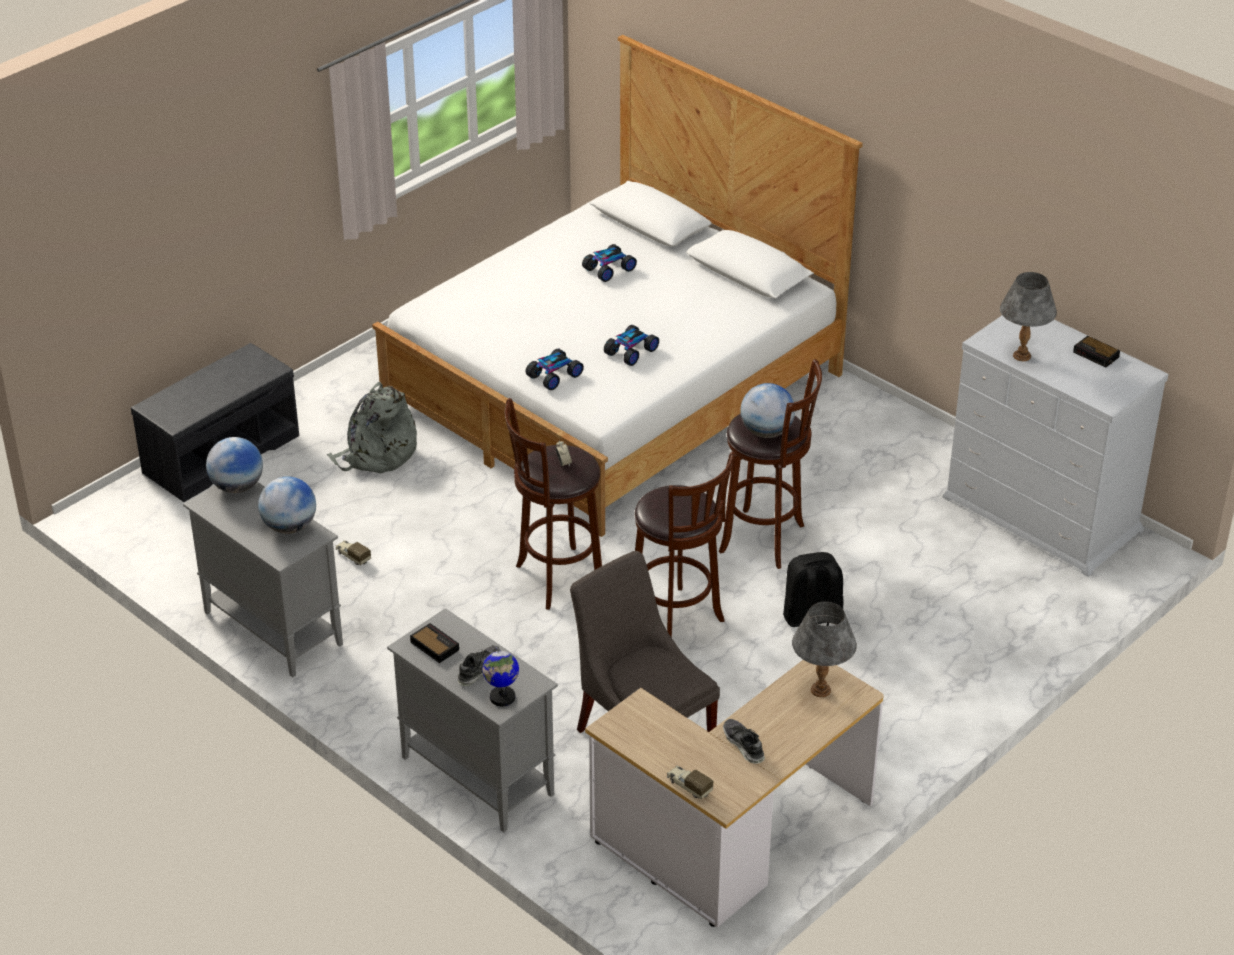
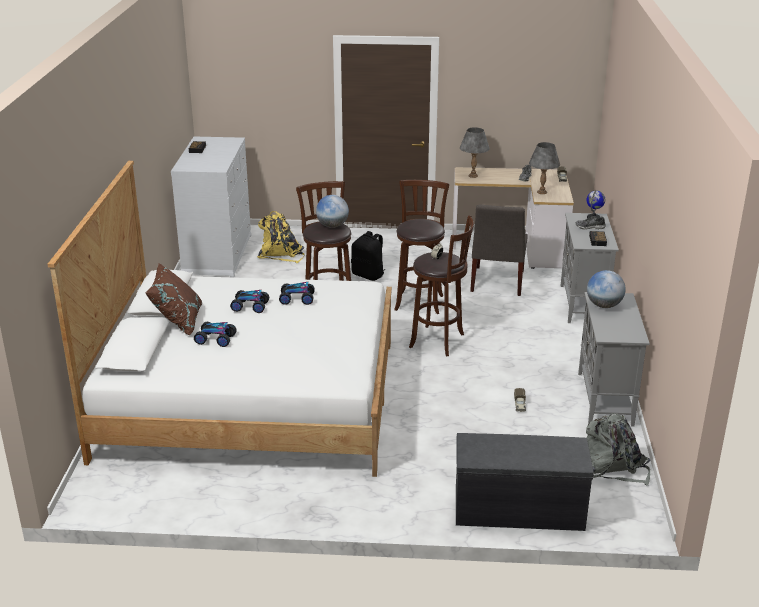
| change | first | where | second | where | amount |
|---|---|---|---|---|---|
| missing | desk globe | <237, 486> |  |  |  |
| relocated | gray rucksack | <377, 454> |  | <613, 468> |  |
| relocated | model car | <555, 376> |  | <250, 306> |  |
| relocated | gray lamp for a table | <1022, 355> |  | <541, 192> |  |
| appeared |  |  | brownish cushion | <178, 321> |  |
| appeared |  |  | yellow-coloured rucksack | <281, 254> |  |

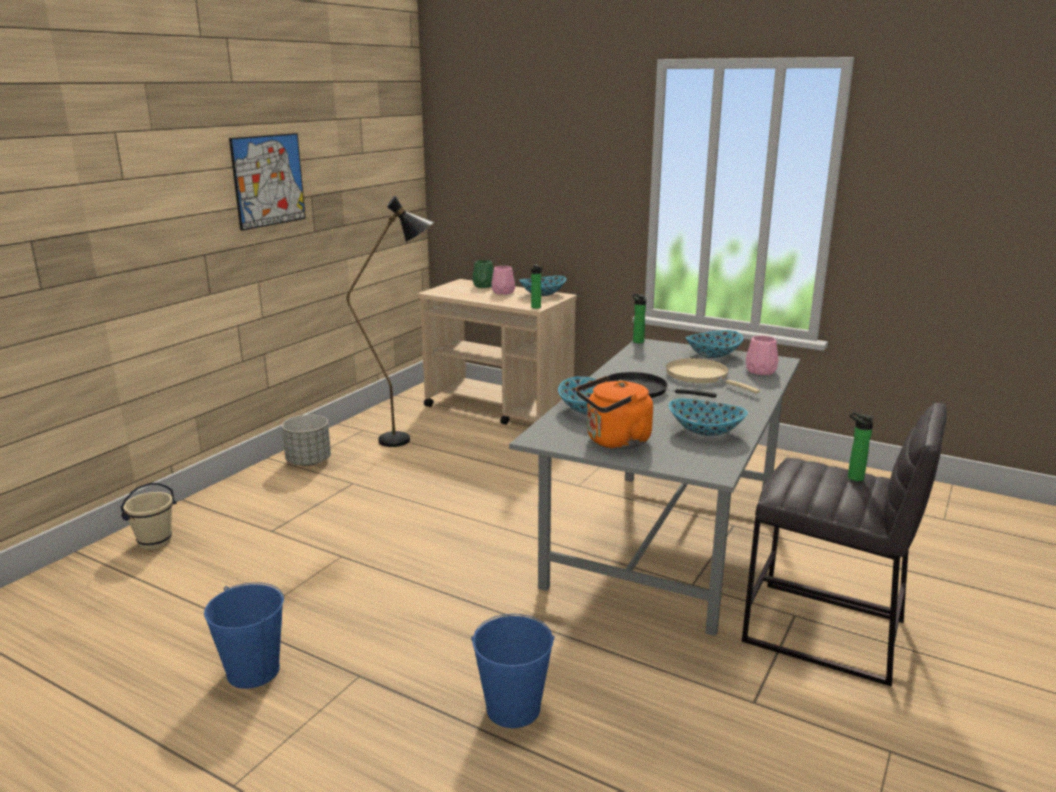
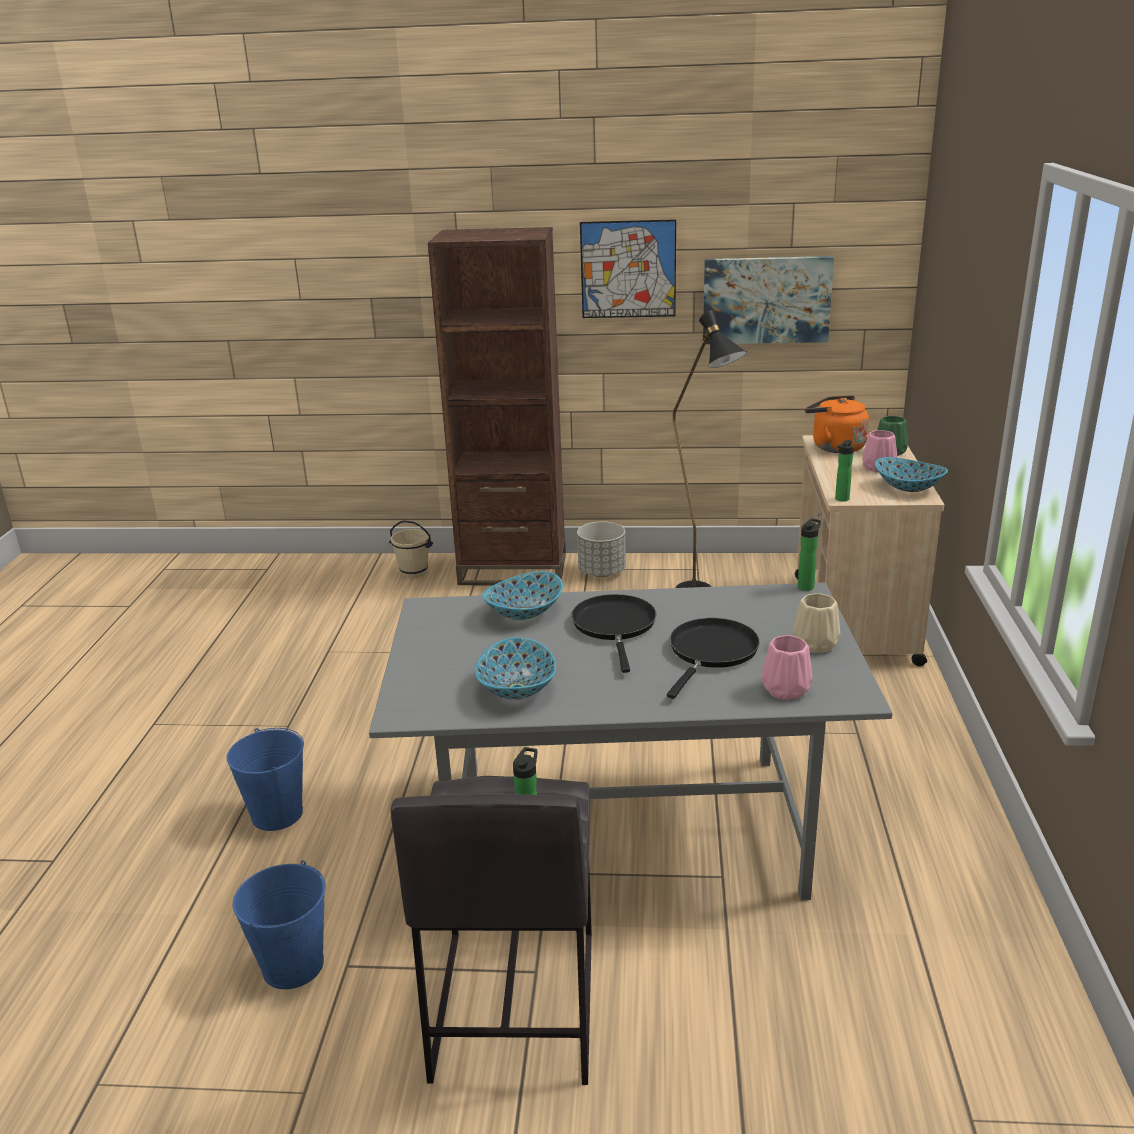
| change | first | where | second | where | amount |
|---|---|---|---|---|---|
| relocated | blue-coloured bucket | <253, 671> |  | <292, 965> |  |
| relocated | orange kettle | <614, 441> |  | <835, 447> |  |
| colour | sand-coloured frying pan | <700, 376> | black frying pan | <711, 652> |  |
| exchanged | serving bowl | <713, 355> | sand-coloured flower vase | <816, 645> |  |
| appeared |  |  | brownish bookcase | <513, 569> |  |
| appeared |  |  | wall picture | <766, 300> |  |

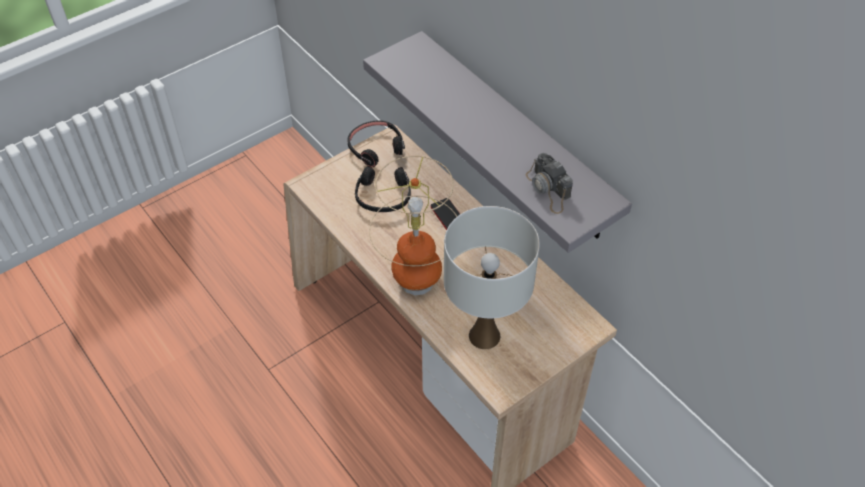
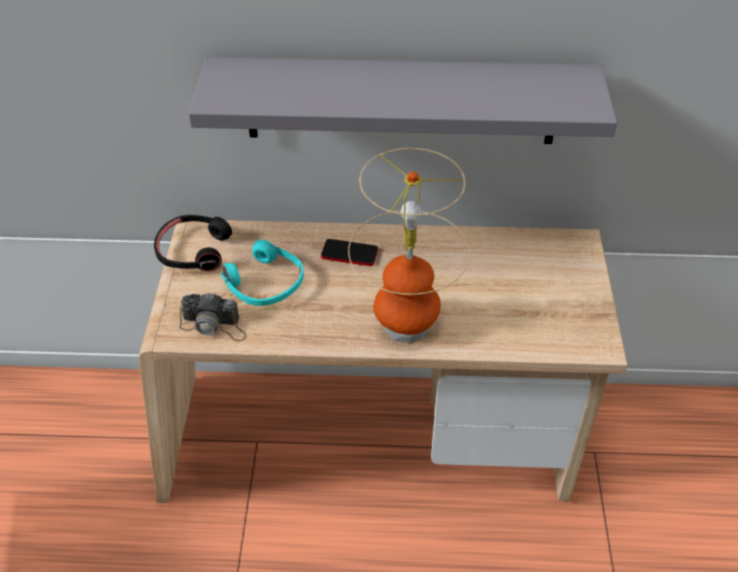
| change | first | where | second | where | amount |
|---|---|---|---|---|---|
| colour | black headphones | <383, 196> | turquoise-coloured headphones | <265, 283> |  |
| missing | white-coloured lamp for a table | <485, 336> |  |  |  |
| relocated | still camera | <548, 189> |  | <214, 326> |  |

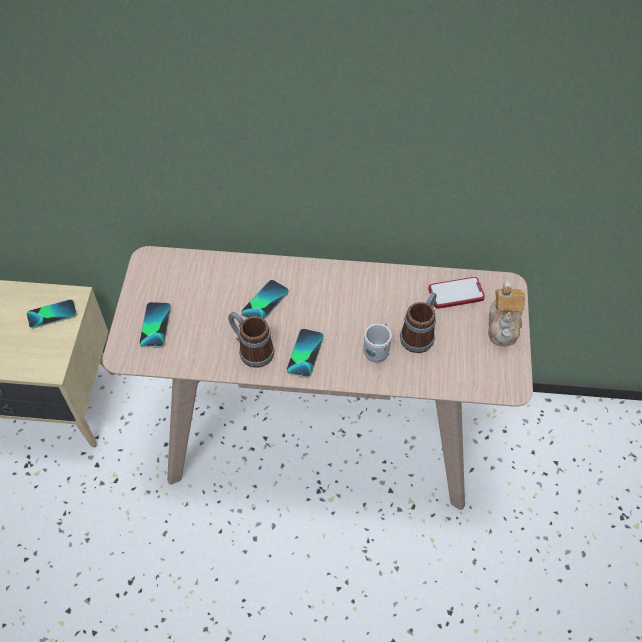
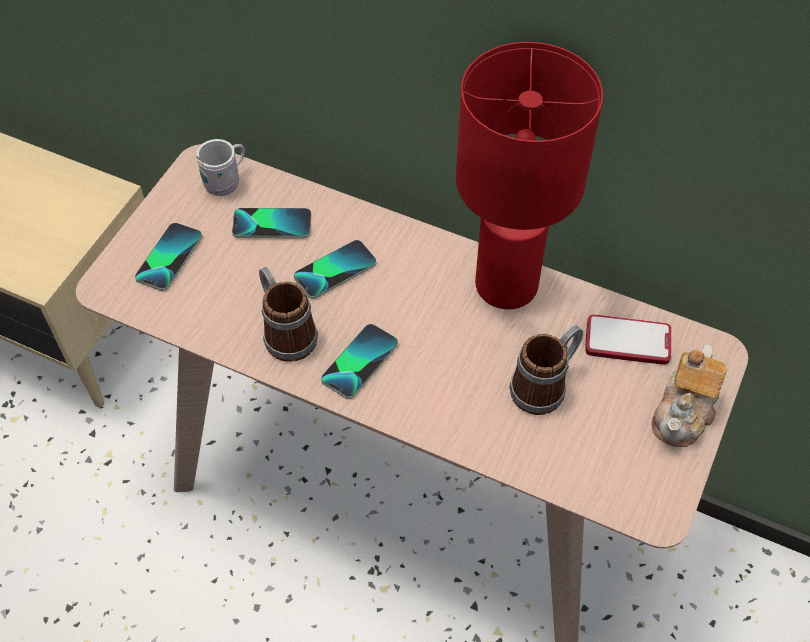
| change | first | where | second | where | amount |
|---|---|---|---|---|---|
| relocated | handset | <52, 314> |  | <272, 224> |  |
| relocated | white-coloured mug | <377, 350> |  | <226, 182> |  |
| appeared |  |  | red lamp for a table | <505, 286> |  |

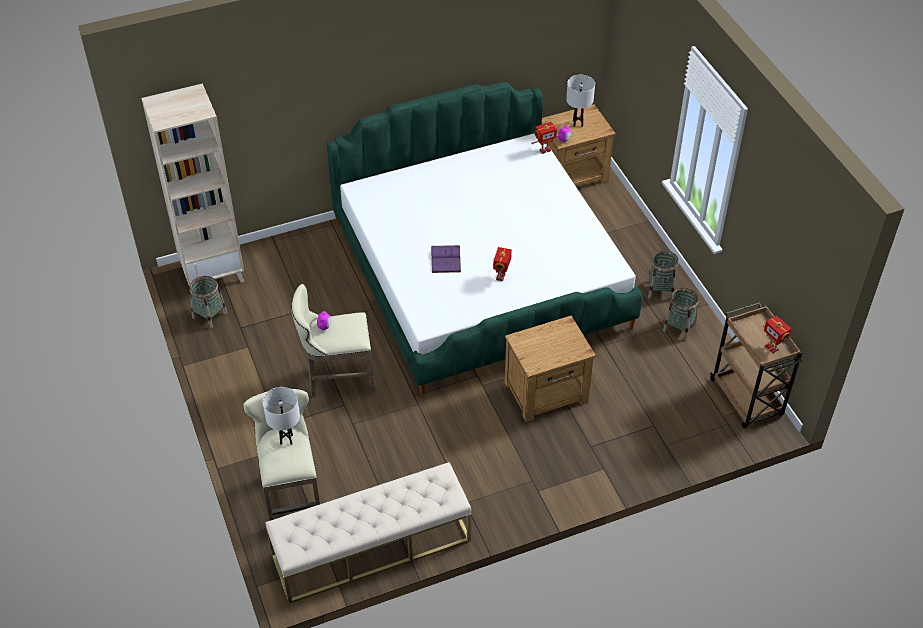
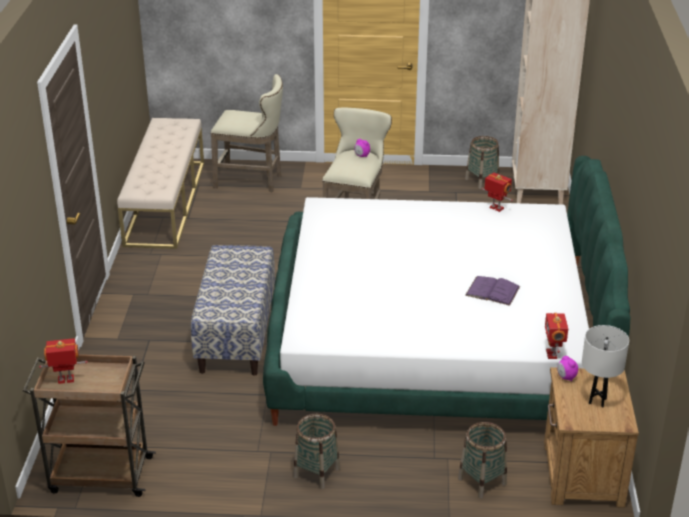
| change | first | where | second | where | amount |
|---|---|---|---|---|---|
| missing | white-coloured lamp for a table | <286, 439> |  |  |  |
| relocated | purplish book | <445, 259> |  | <492, 291> |  |
| relocated | robot figure | <501, 277> |  | <496, 208> |  |
| exchanged | brownish bedside table | <547, 392> | long seat | <237, 334> |  |
| relocated | household basket | <679, 327> |  | <482, 481> |  |

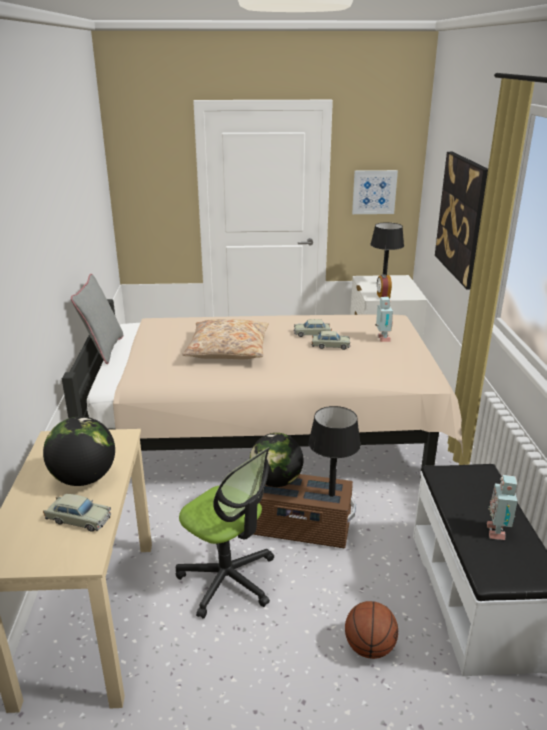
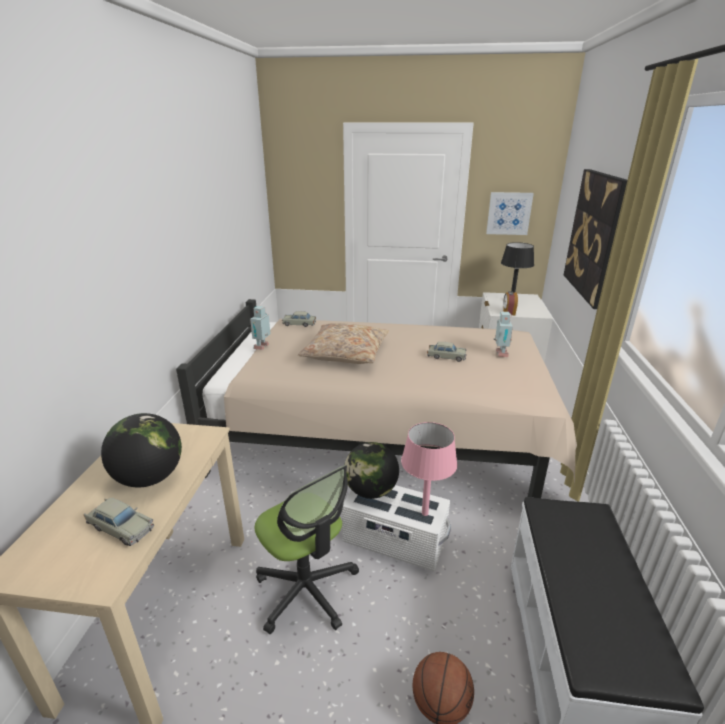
| change | first | where | second | where | amount |
|---|---|---|---|---|---|
| missing | gray cushion | <103, 349> |  |  |  |
| colour | brownish storage box | <301, 528> | white-coloured storage box | <394, 540> |  |
| relocated | sand-coloured model car | <312, 333> |  | <299, 324> |  |
| colour | black lamp for a table | <331, 494> | pink-coloured lamp for a table | <425, 513> |  |
| relocated | robot figure | <497, 531> |  | <263, 347> |  |

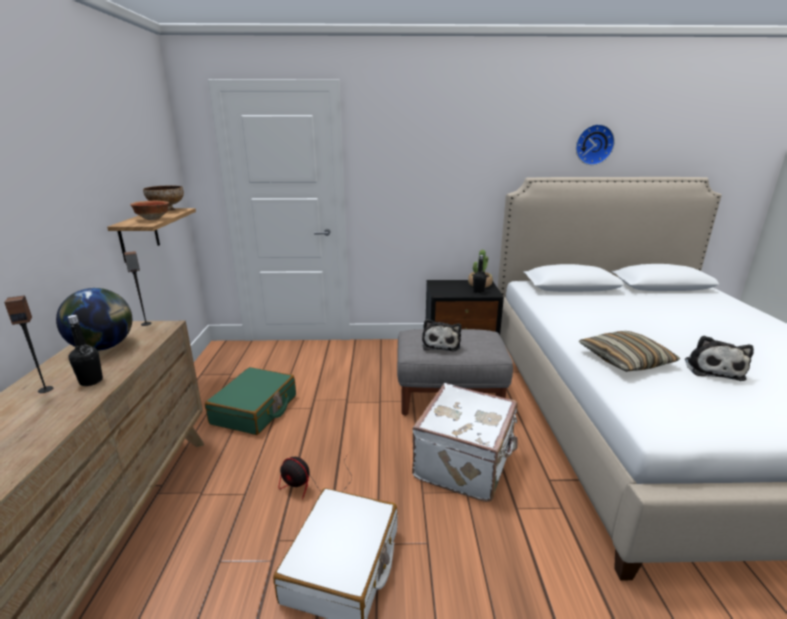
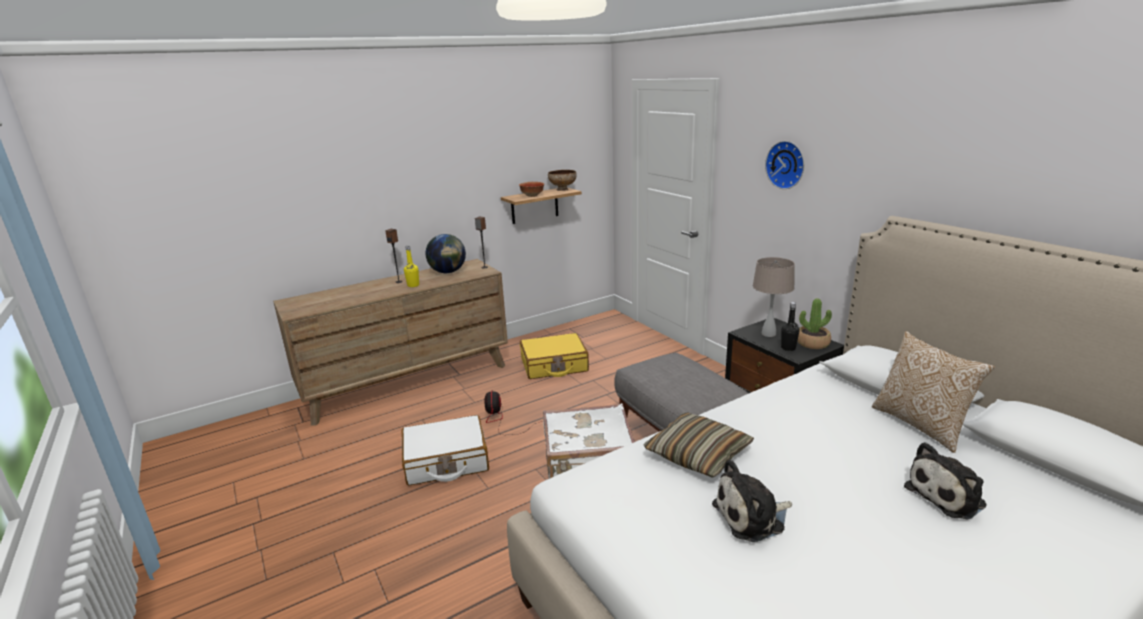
| change | first | where | second | where | amount |
|---|---|---|---|---|---|
| colour | black drink bottle | <91, 381> | yellow-coloured drink bottle | <413, 285> |  |
| colour | green suitcase | <255, 410> | yellow-coloured suitcase | <554, 365> |  |
| relocated | soft toy | <441, 344> |  | <948, 495> |  |
| relocated | hanging clock | <593, 144> |  | <787, 164> |  |
| appeared |  |  | sand-coloured lamp for a table | <768, 334> |  |
| appeared |  |  | cushion | <921, 424> |  |

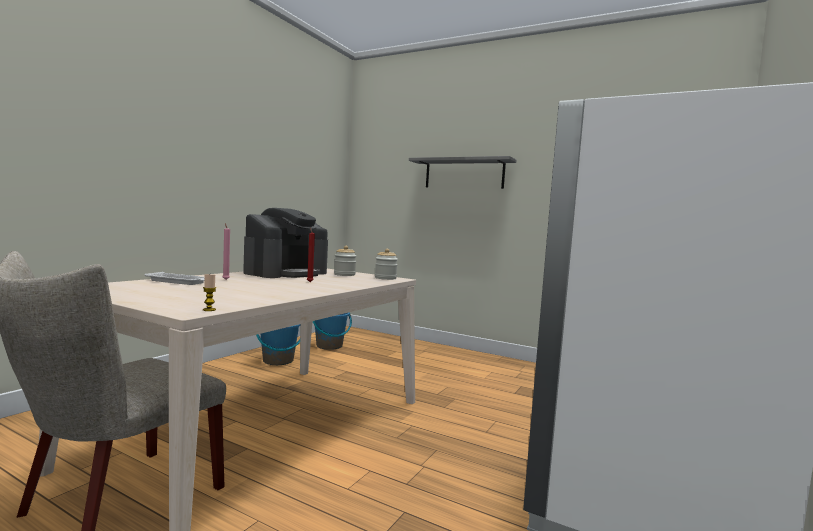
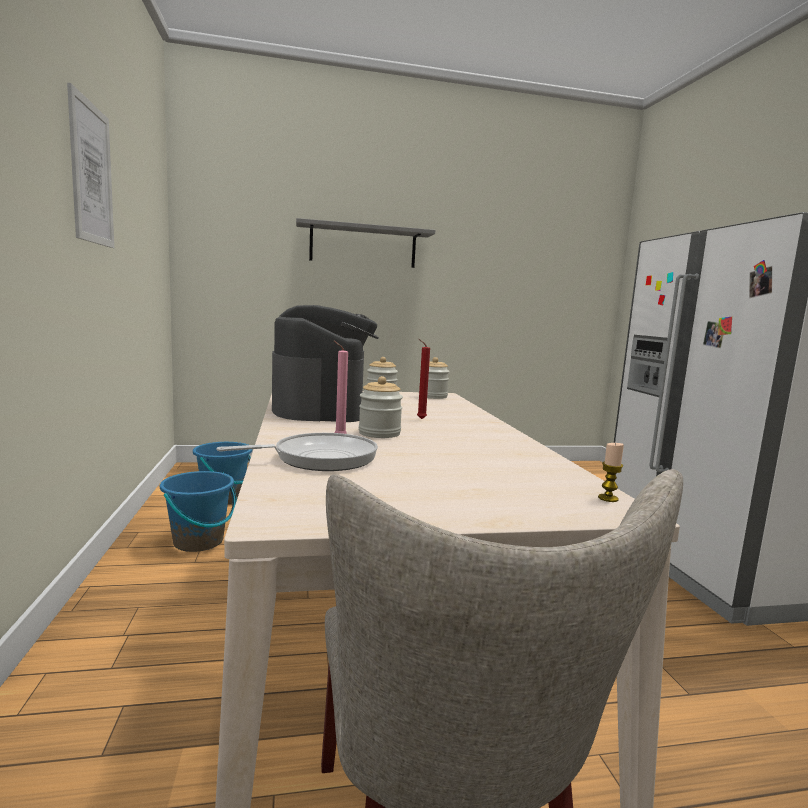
| change | first | where | second | where | amount |
|---|---|---|---|---|---|
| exchanged | white-coloured tray | <178, 282> | frying pan | <319, 458> |  |
| appeared |  |  | wall picture | <91, 174> |  |
| appeared |  |  | jar | <379, 433> |  |

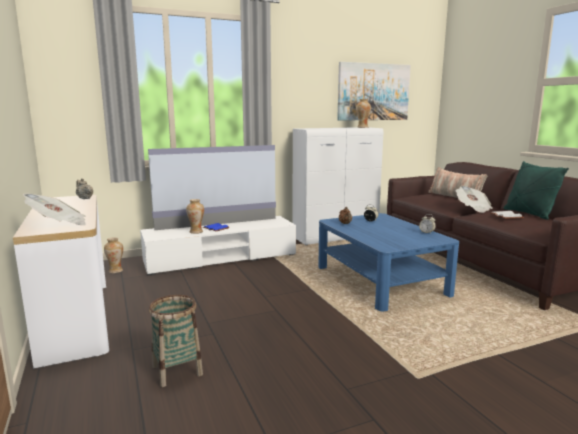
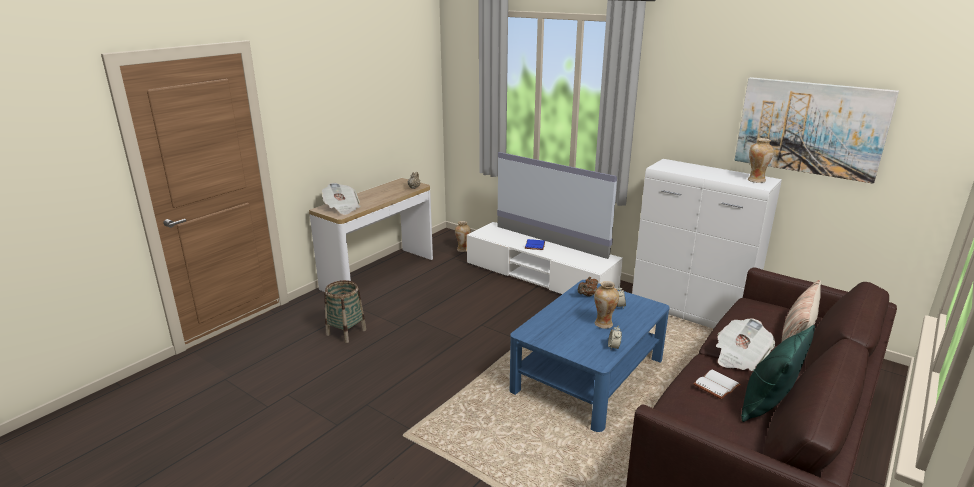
| change | first | where | second | where | amount |
|---|---|---|---|---|---|
| relocated | flower vase | <196, 232> |  | <603, 324> |  |

